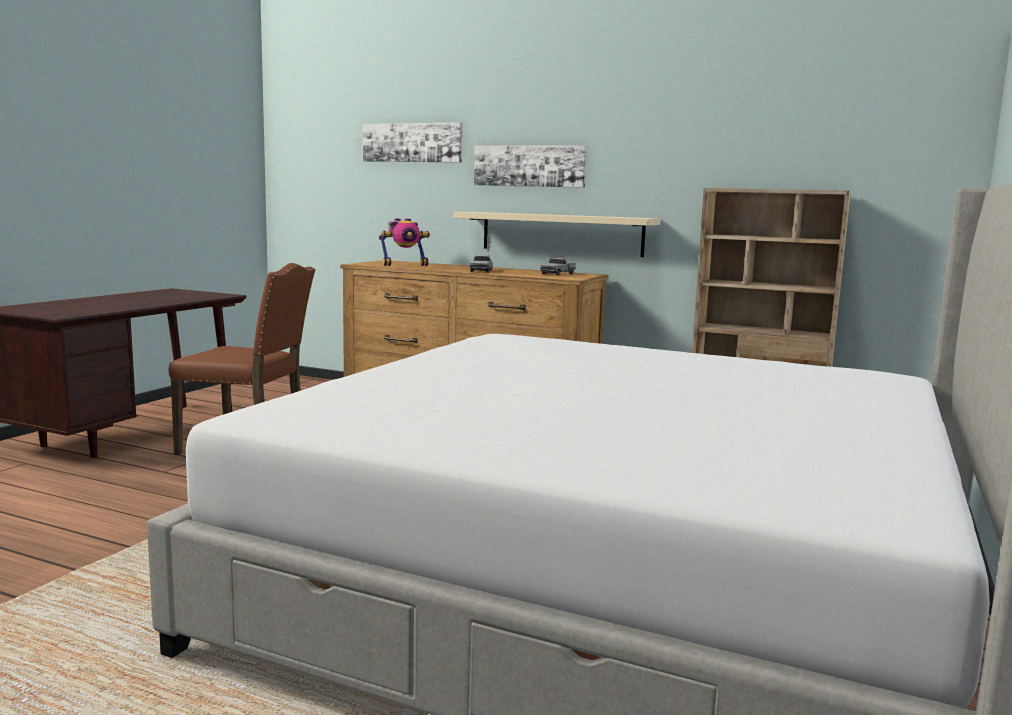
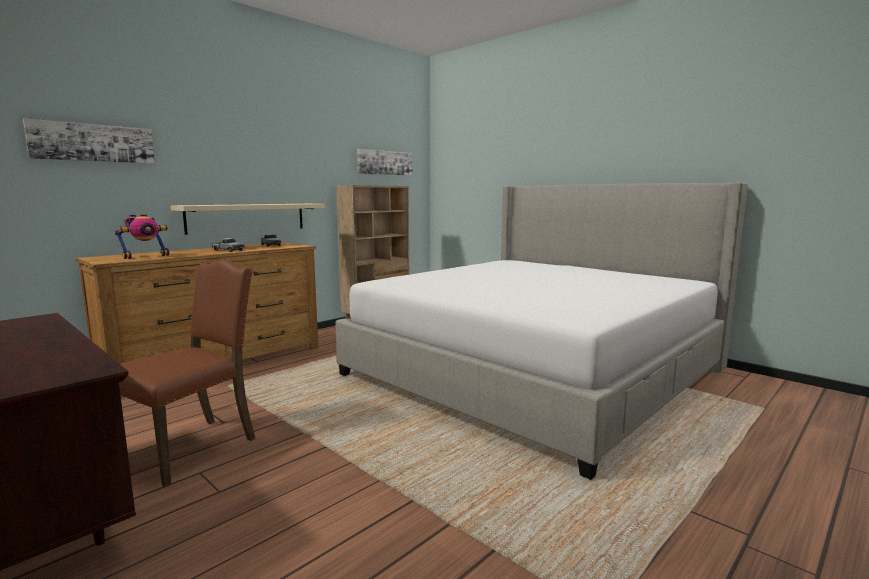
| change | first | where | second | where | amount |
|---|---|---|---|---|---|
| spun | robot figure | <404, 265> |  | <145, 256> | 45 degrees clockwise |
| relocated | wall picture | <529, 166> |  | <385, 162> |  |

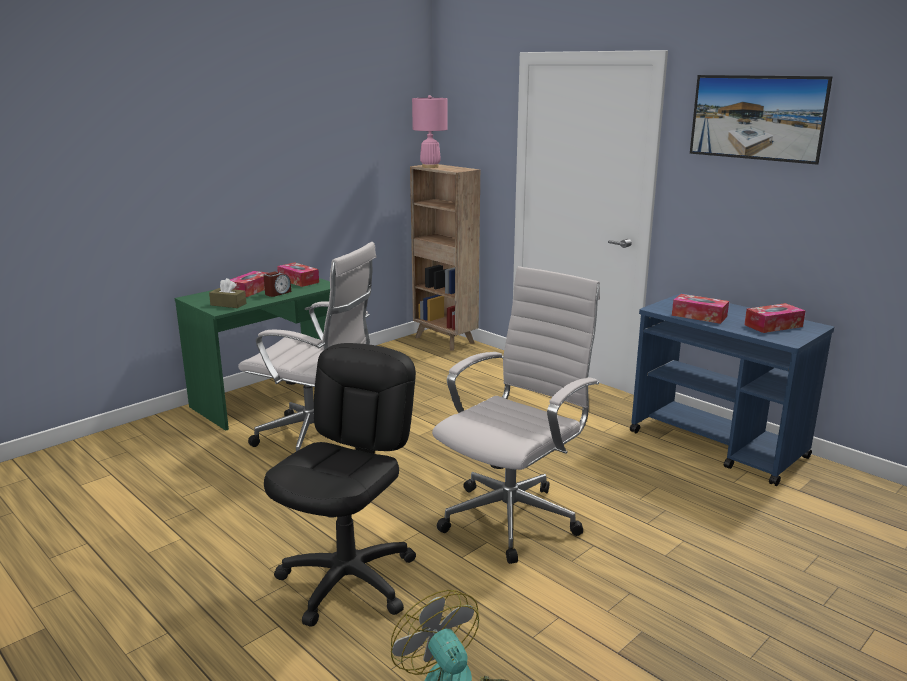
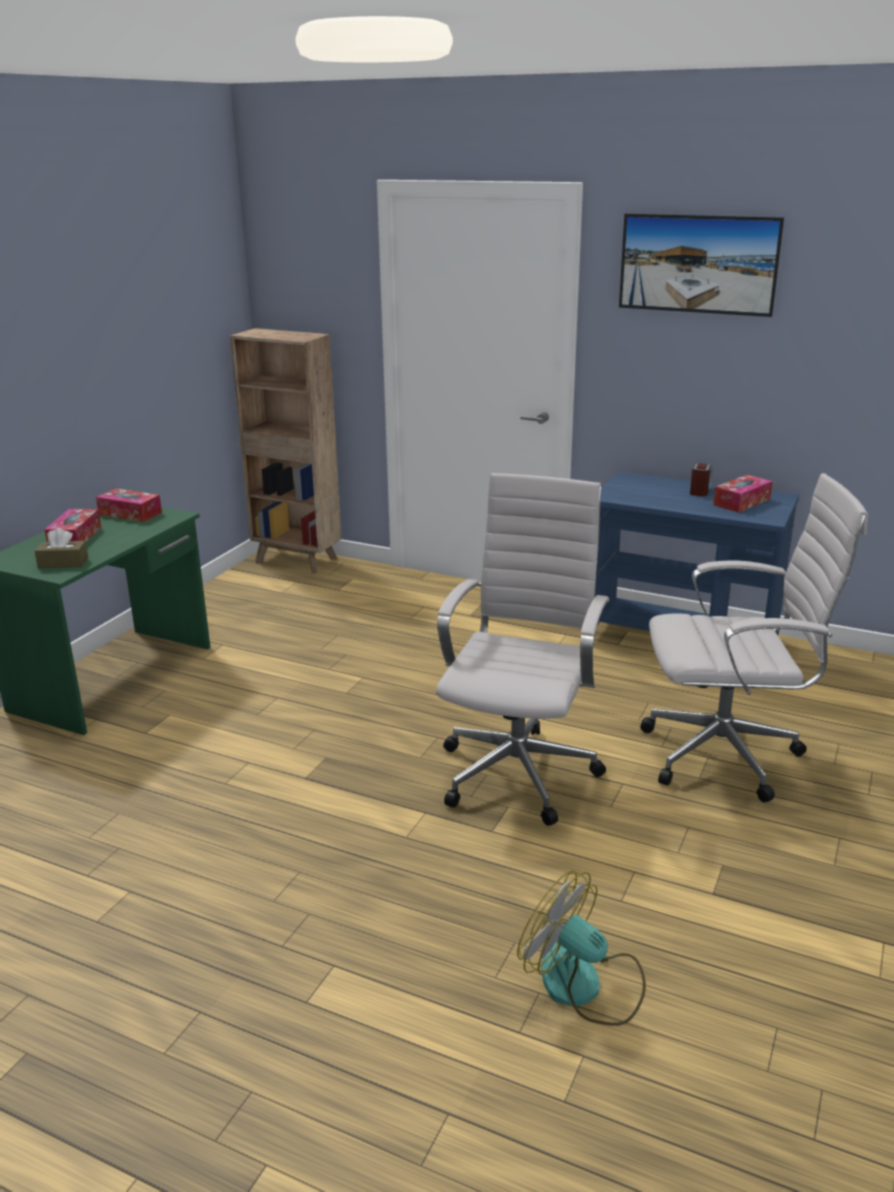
| change | first | where | second | where | amount |
|---|---|---|---|---|---|
| relocated | white-coloured desk chair | <317, 439> |  | <728, 755> |  |
| relocated | alarm clock | <277, 293> |  | <700, 491> |  |
| missing | black desk chair | <349, 581> |  |  |  |
| missing | pink-coloured lamp for a table | <430, 167> |  |  |  |
| missing | tissue holder | <699, 316> |  |  |  |

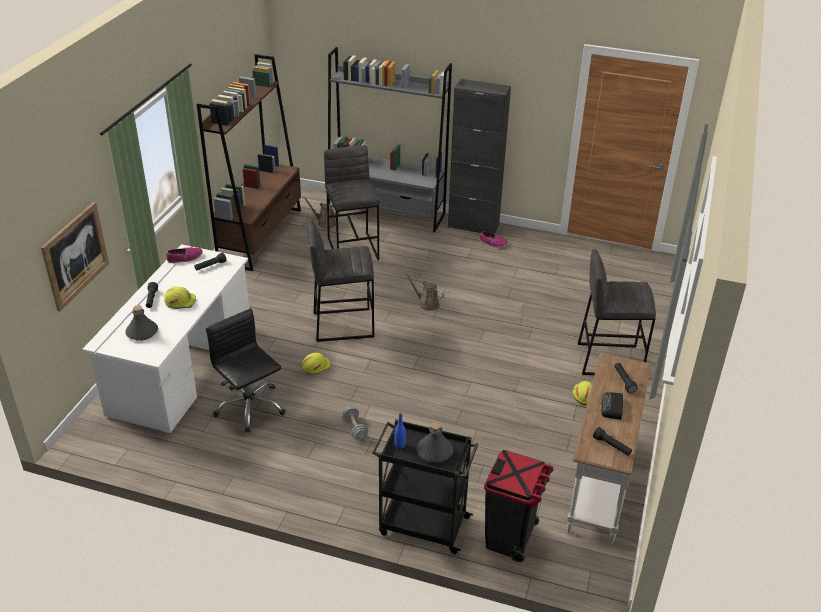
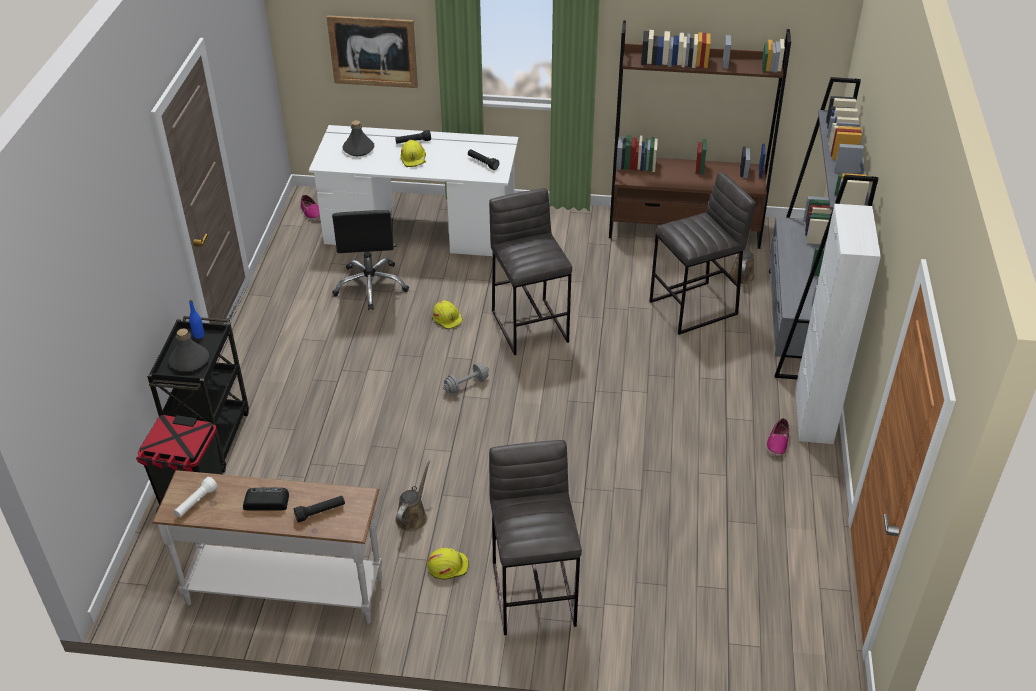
| change | first | where | second | where | amount |
|---|---|---|---|---|---|
| relocated | low shoe | <185, 258> |  | <311, 212> |  |
| spun | black desk chair | <249, 407> |  | <371, 285> | 135 degrees clockwise |
| relocated | gray hand weight | <355, 429> |  | <466, 385> |  |
| relocated | brownish sprinkling can | <427, 303> |  | <413, 516> |  |
| colour | black storage cabinet | <473, 226> | white-coloured storage cabinet | <813, 415> |  |
| colour | black torch | <612, 446> | white-coloured torch | <196, 502> |  |

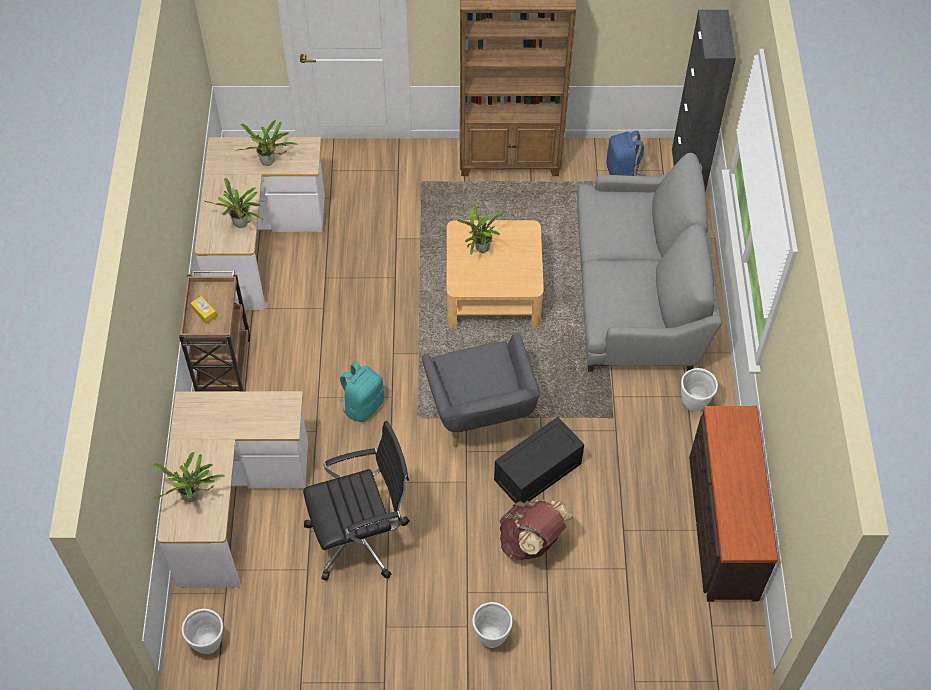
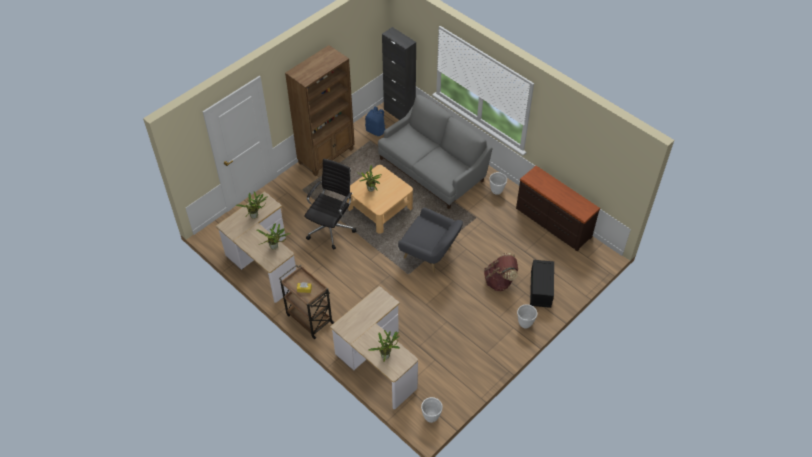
| change | first | where | second | where | amount |
|---|---|---|---|---|---|
| relocated | black desk chair | <361, 537> |  | <331, 228> |  |
| missing | turquoise-coloured rucksack | <363, 405> |  |  |  |
| relocated | black storage box | <537, 473> |  | <541, 290> |  |

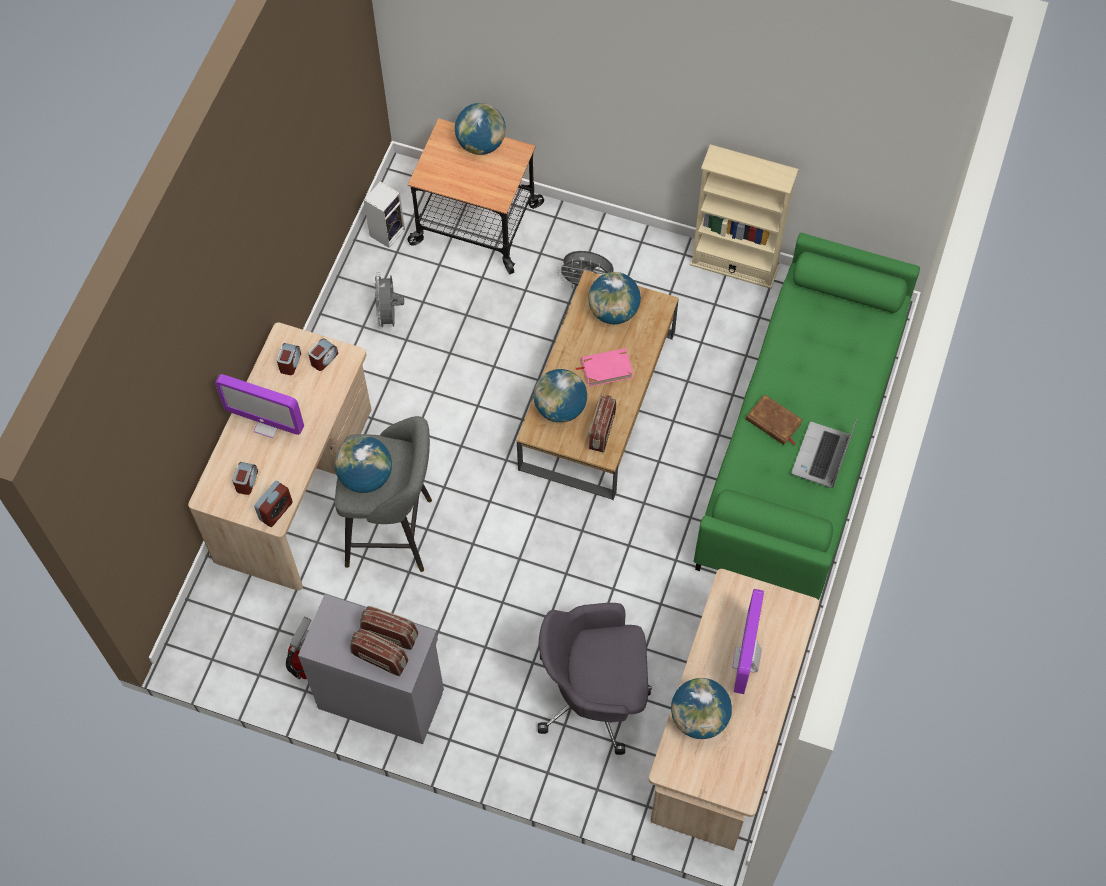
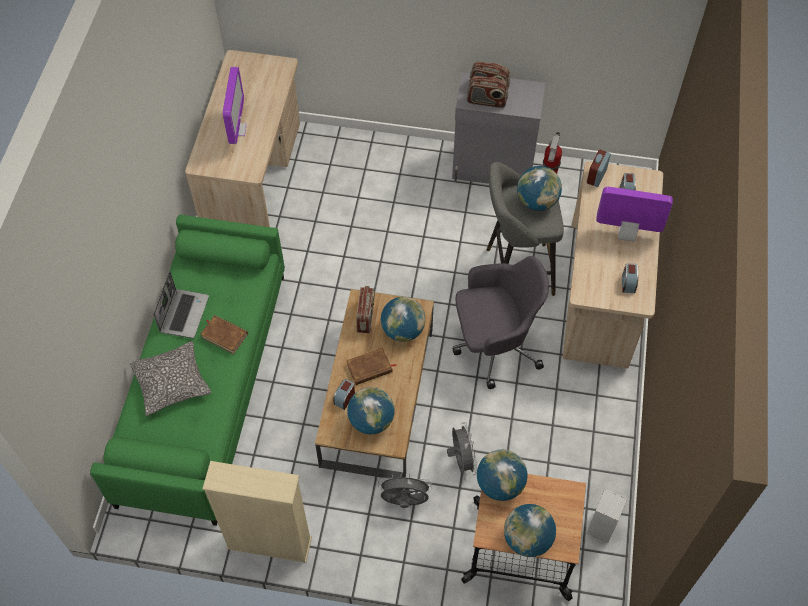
| change | first | where | second | where | amount |
|---|---|---|---|---|---|
| relocated | alarm clock | <324, 359> |  | <344, 398> |  |
| relocated | gray cooling fan | <389, 316> |  | <461, 460> |  |
| relocated | gray desk chair | <595, 694> |  | <494, 345> |  |
| colour | pink-coloured book | <606, 368> | brownish book | <369, 368> |  |
| relocated | desk globe | <699, 718> |  | <500, 484> |  |
| appeared |  |  | cushion | <172, 382> |  |

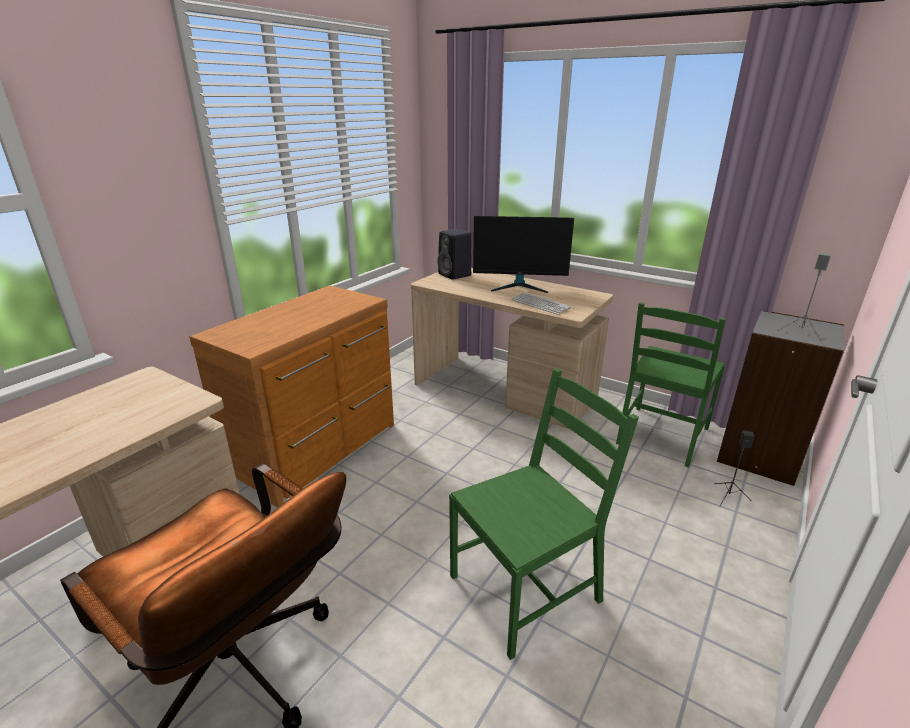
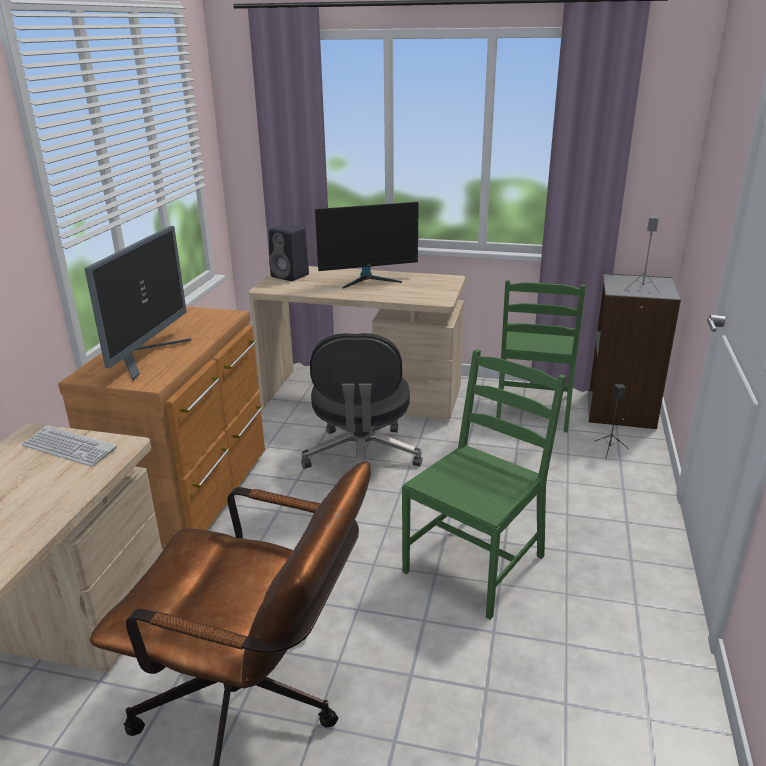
| change | first | where | second | where | amount |
|---|---|---|---|---|---|
| relocated | PC keyboard | <540, 304> |  | <69, 447> |  |
| appeared |  |  | computer screen | <147, 356> |  |
| appeared |  |  | black desk chair | <362, 458> |  |

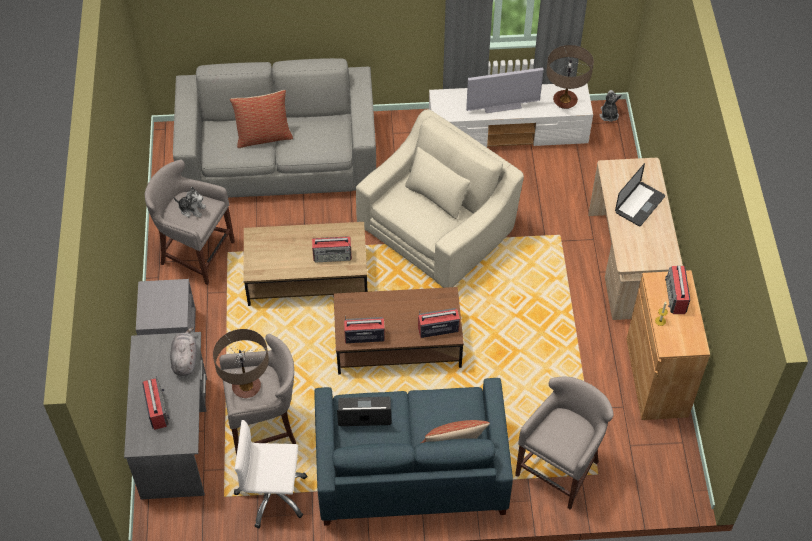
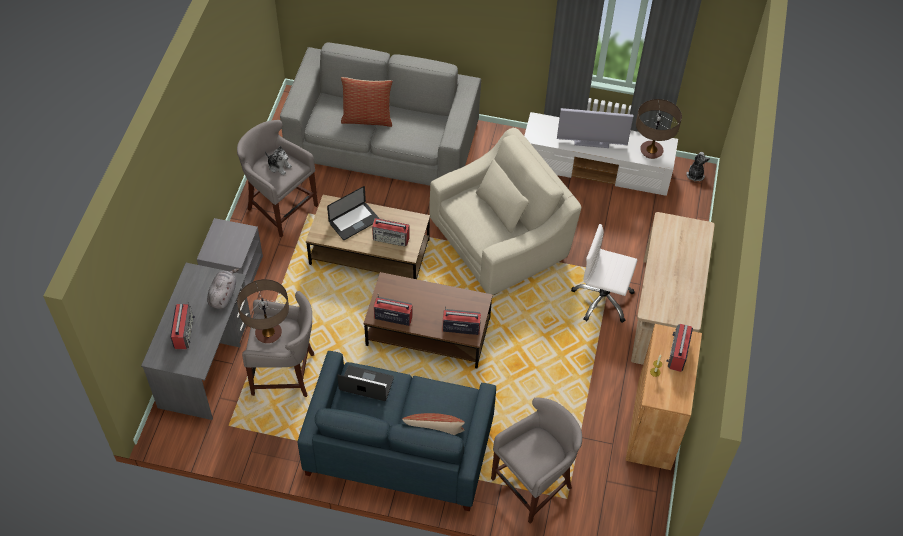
| change | first | where | second | where | amount |
|---|---|---|---|---|---|
| relocated | white-coloured desk chair | <272, 495> |  | <602, 299> |  |
| relocated | portable computer | <639, 204> |  | <354, 222> |  |

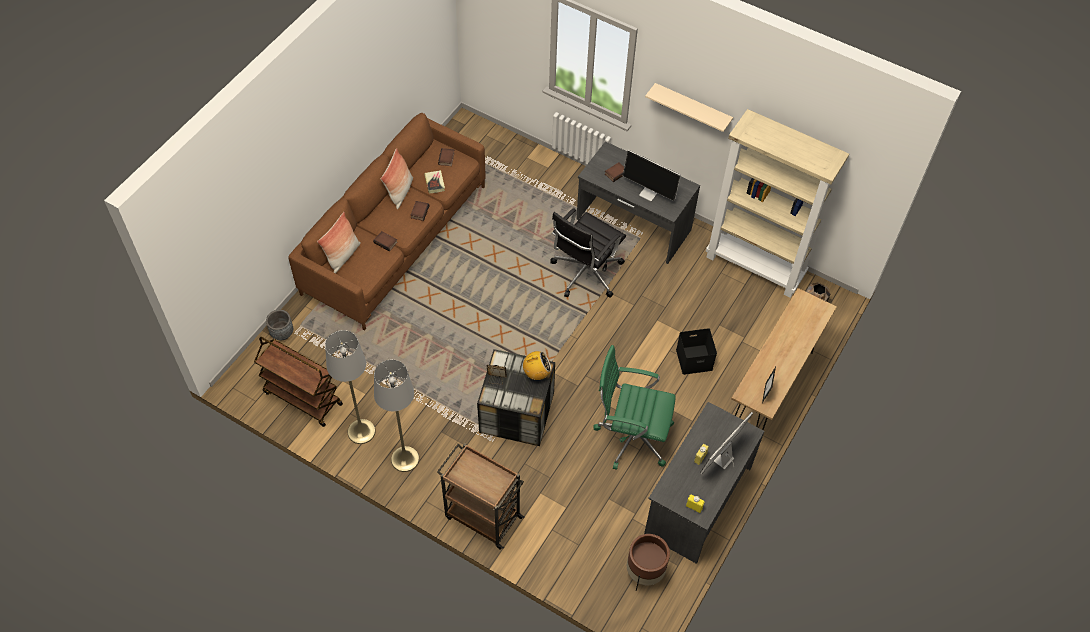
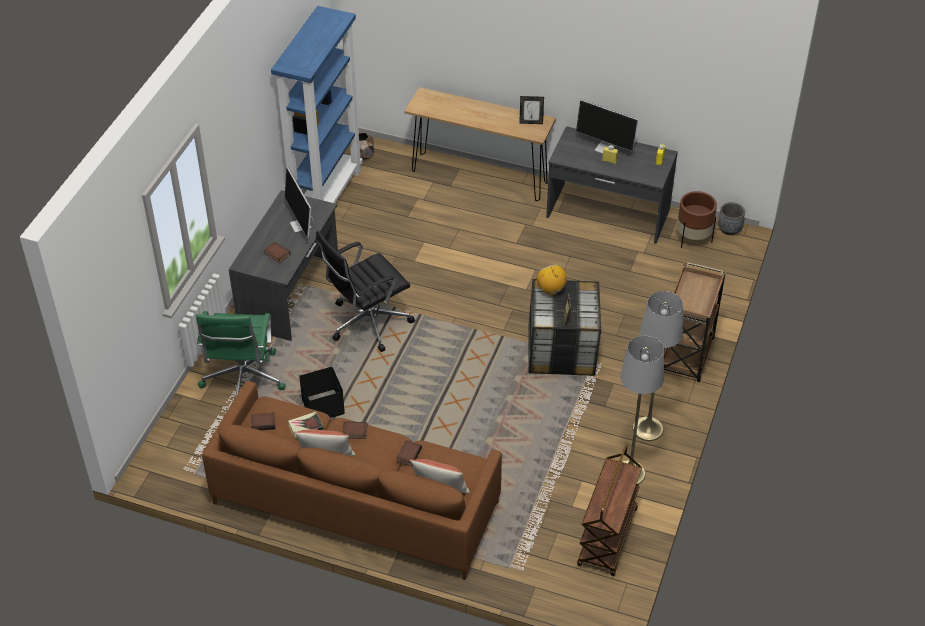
| change | first | where | second | where | amount |
|---|---|---|---|---|---|
| relocated | gray planter | <282, 333> |  | <729, 229> |  |
| spun | black desk chair | <585, 273> |  | <367, 323> | 120 degrees clockwise |
| relocated | green desk chair | <631, 436> |  | <243, 380> |  |
| spun | computer screen | <649, 193> |  | <301, 225> | 135 degrees clockwise |
| missing | sand-coloured shelf | <692, 108> |  |  |  |
| relocated | black storage box | <694, 359> |  | <322, 406> |  |
| colour | sand-coloured bookcase | <755, 266> | blue-coloured bookcase | <326, 197> |  |

